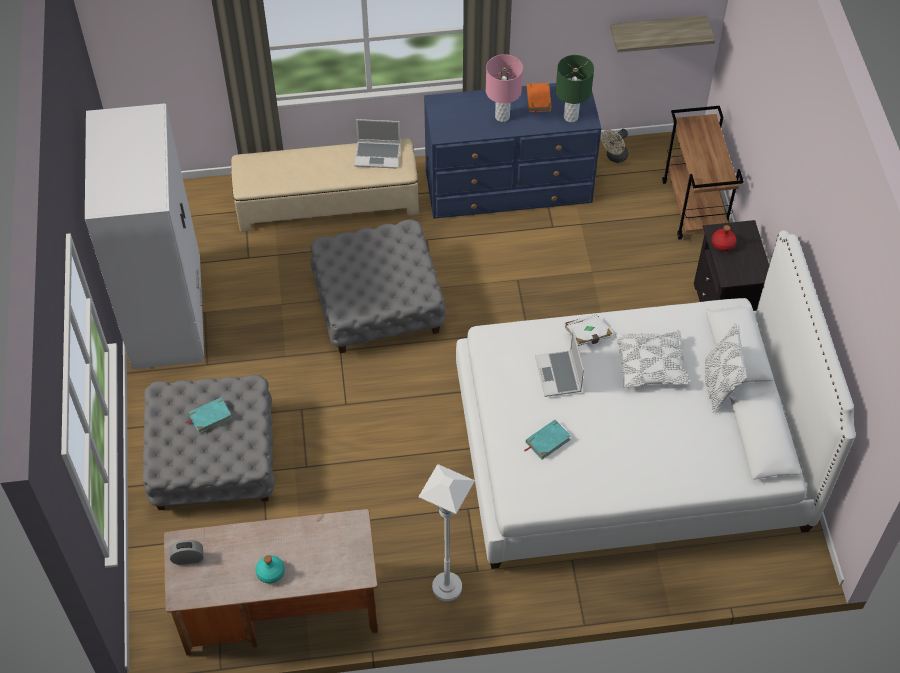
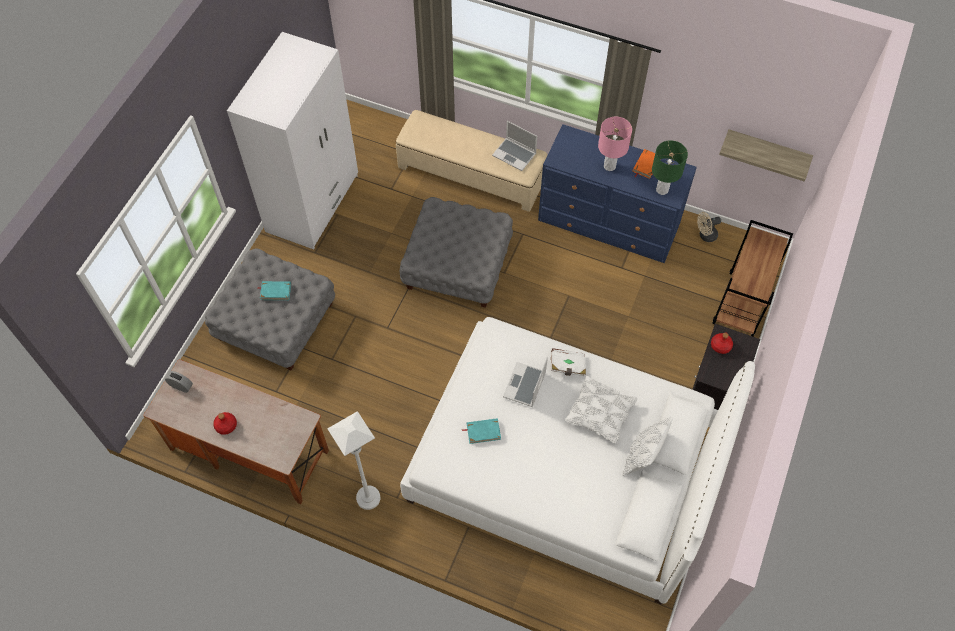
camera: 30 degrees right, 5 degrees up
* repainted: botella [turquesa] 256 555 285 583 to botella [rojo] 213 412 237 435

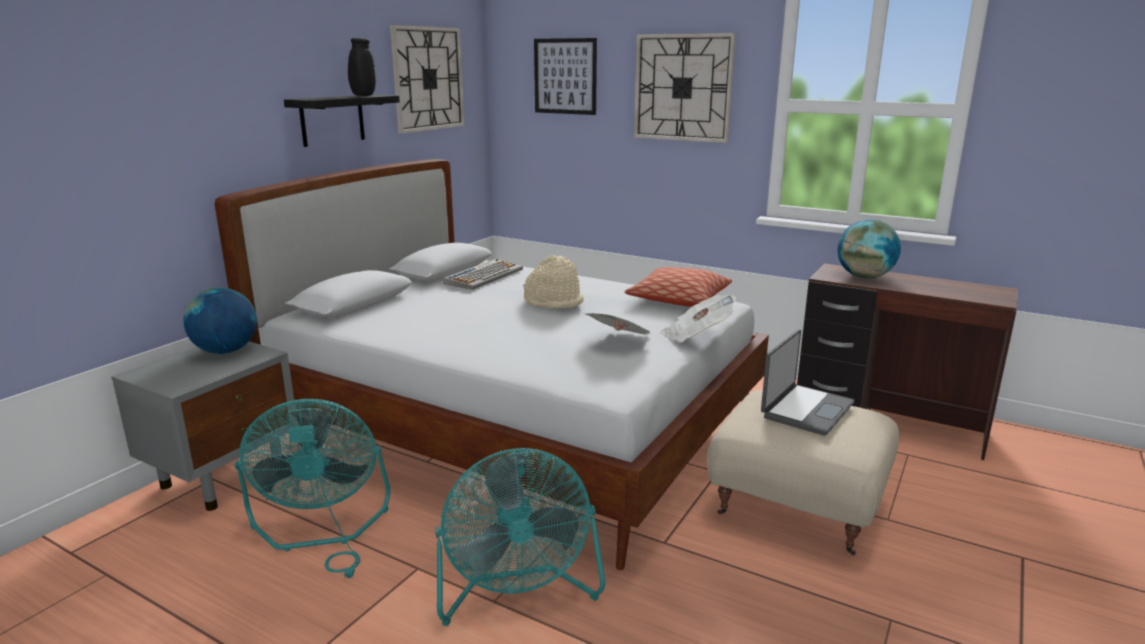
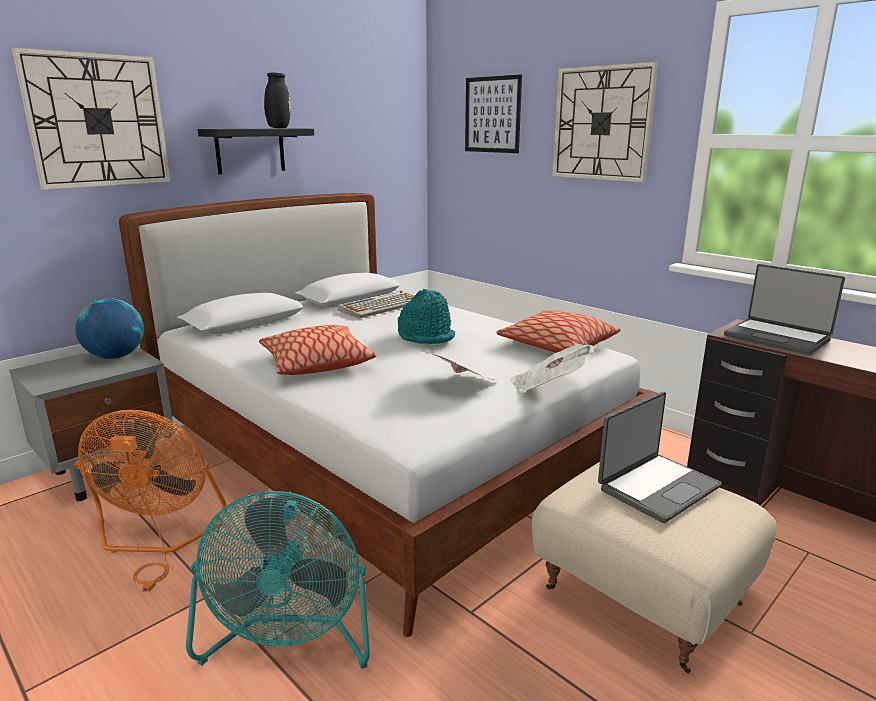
camera: 15 degrees right, 0 degrees up
* repainted: ventilador [turquesa] 235 399 390 578 to ventilador [naranja] 74 410 226 592
* shifted: reloj de pared 390 25 465 134 to 12 47 171 190
* repainted: sombrero [beis] 524 255 584 309 to sombrero [turquesa] 398 289 455 344
* swapped: globo terráqueo 837 219 901 278 to portátil 724 264 845 355
* new: cojín 259 325 376 375

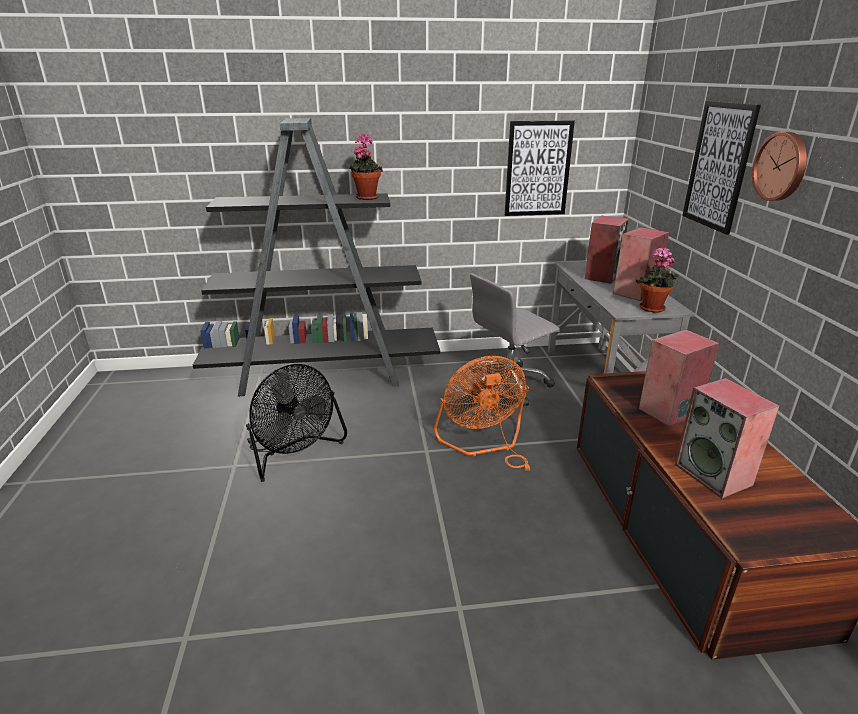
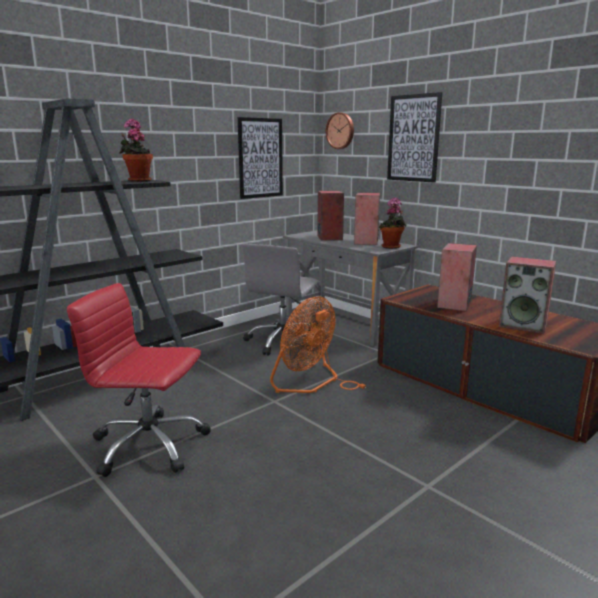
camera: 35 degrees left, 10 degrees down
* swapped: ventilador [negro] 246 364 347 482 to silla de oficina [rojo] 67 283 211 477
* shifted: reloj de pared 752 132 807 201 to 326 112 354 149

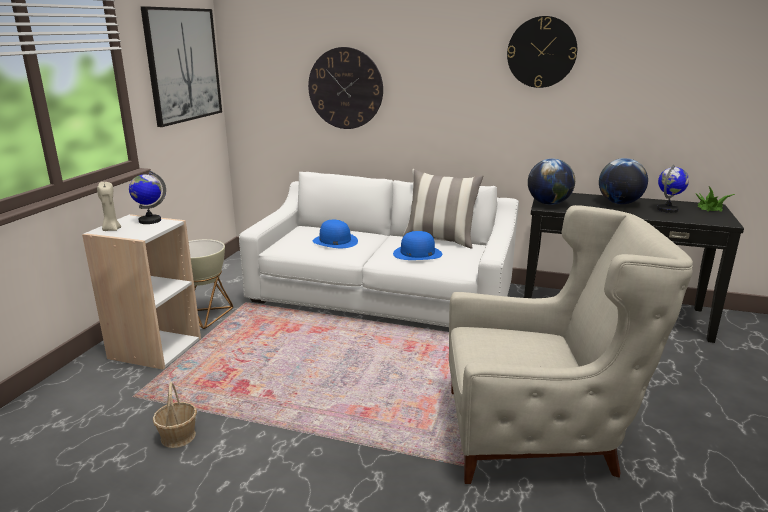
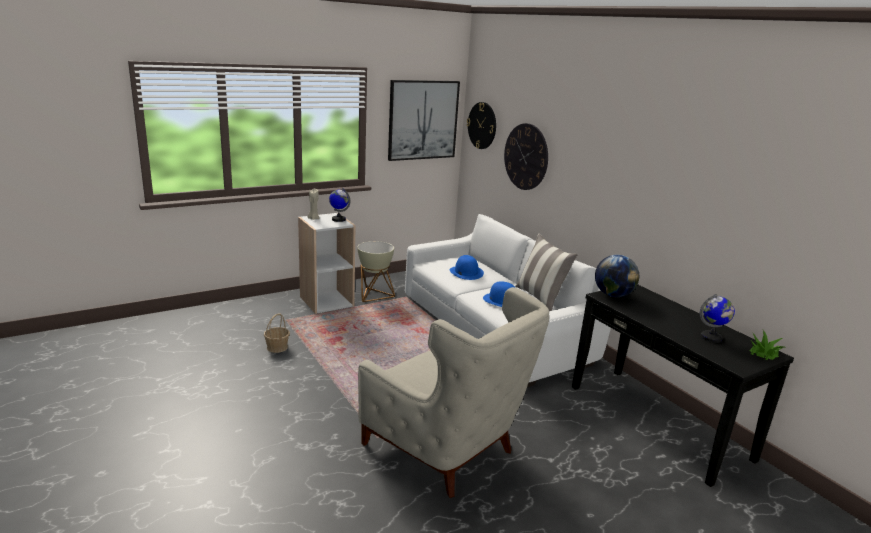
camera: 40 degrees right, 0 degrees up
* shifted: reloj de pared 507 16 577 88 to 467 102 496 149
* gone: globo terráqueo 599 158 648 204

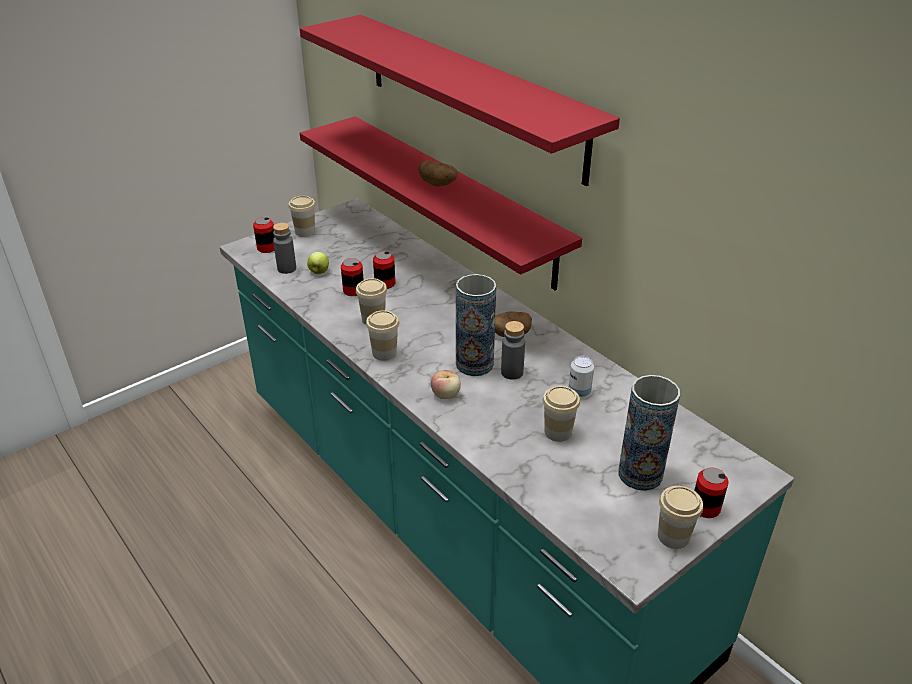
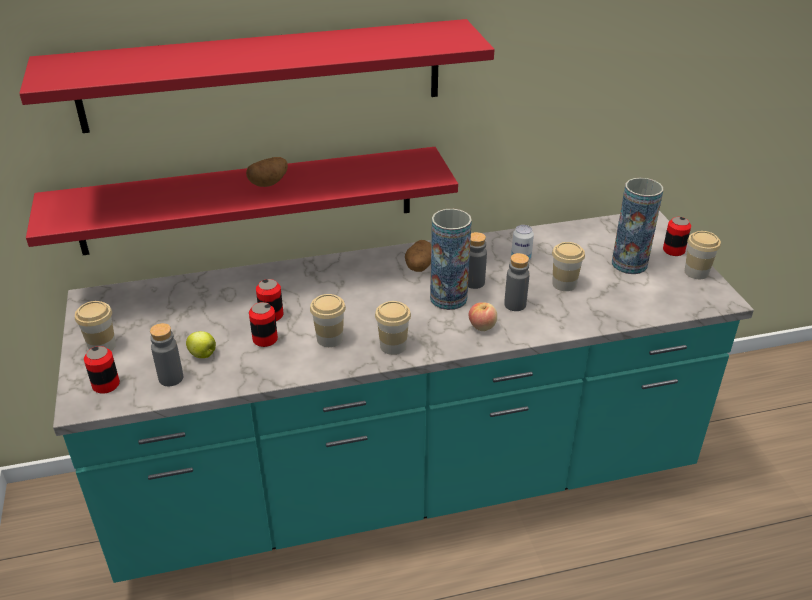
camera: 65 degrees left, 0 degrees up
* new: botella [gris] 504 253 530 311

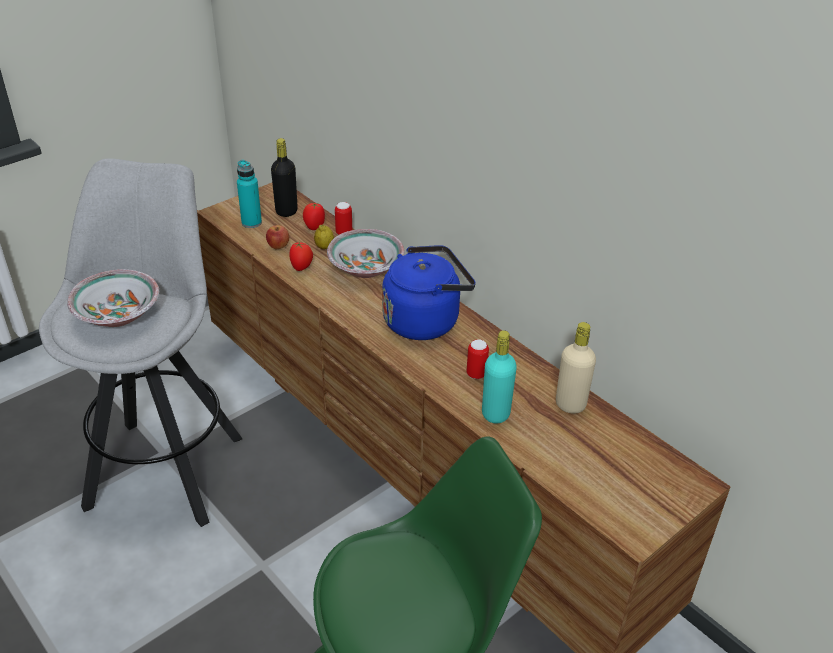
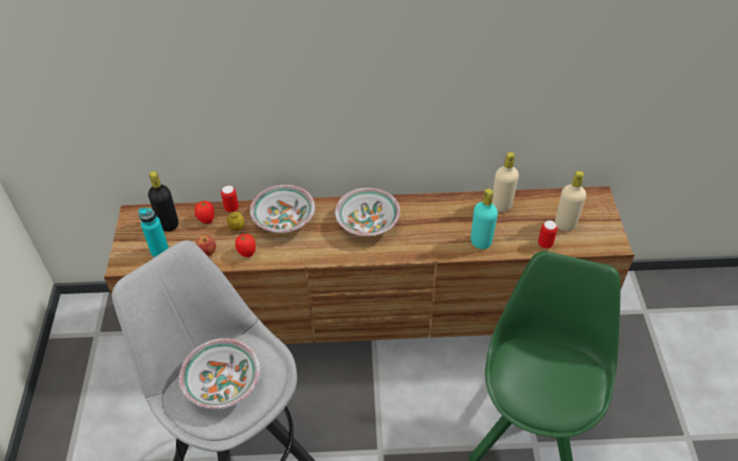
camera: 50 degrees left, 10 degrees up
* swapped: hervidor [azul] 382 245 476 340 to cuenco 335 188 400 236
* shifted: lata 467 339 489 379 to 538 220 558 249
* new: botella [beis] 555 171 586 231

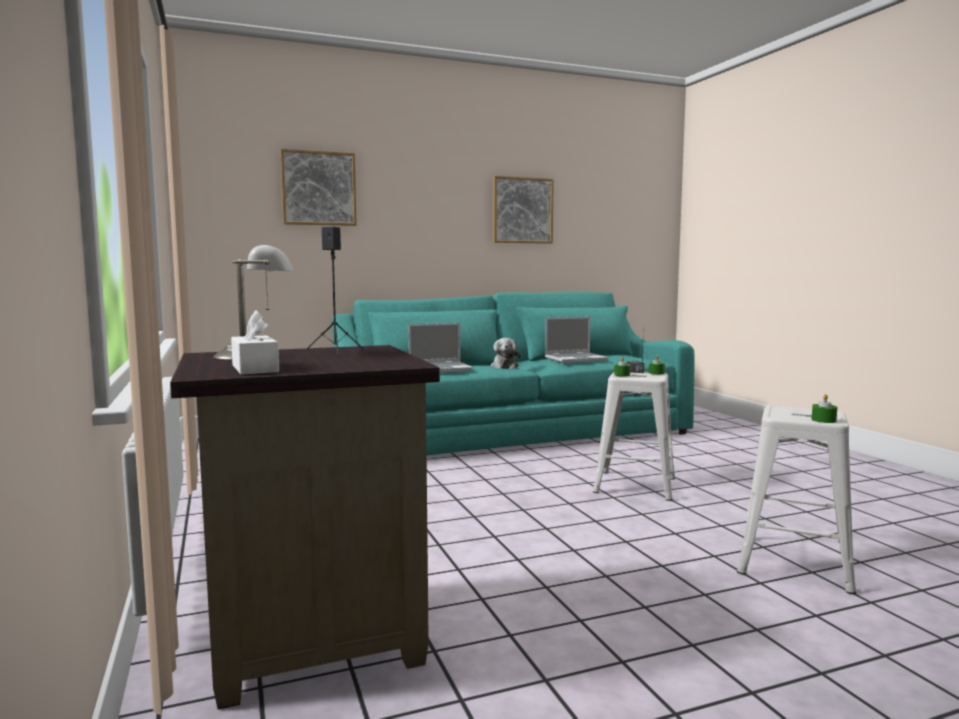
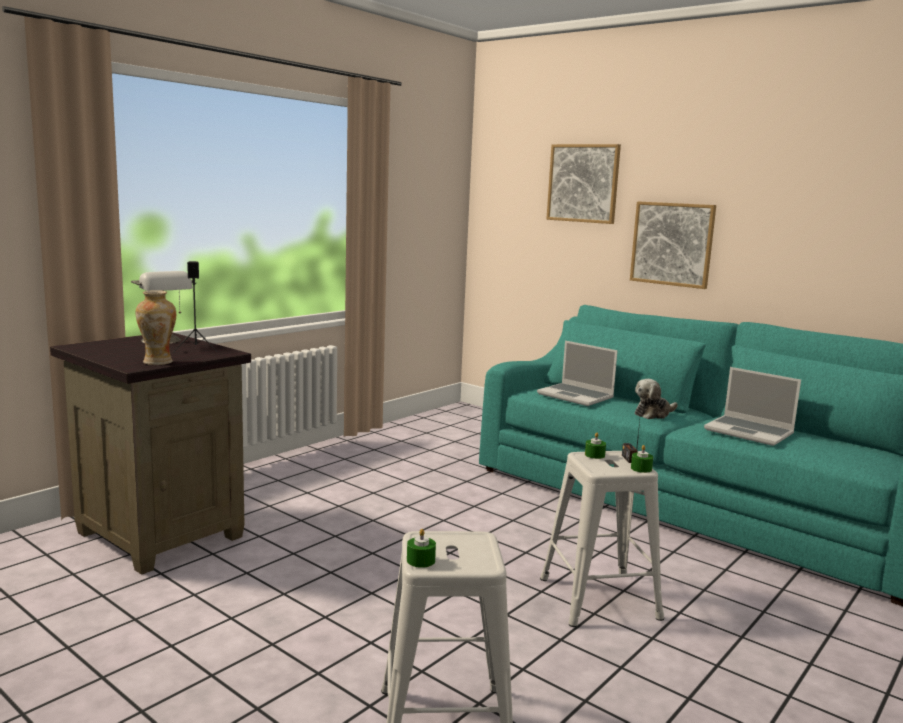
camera: 60 degrees right, 5 degrees up
* gone: caja de pañuelos [blanco] 231 310 279 375
* shifted: cuadro 493 176 554 244 to 630 201 716 289
* new: florero 135 290 176 365

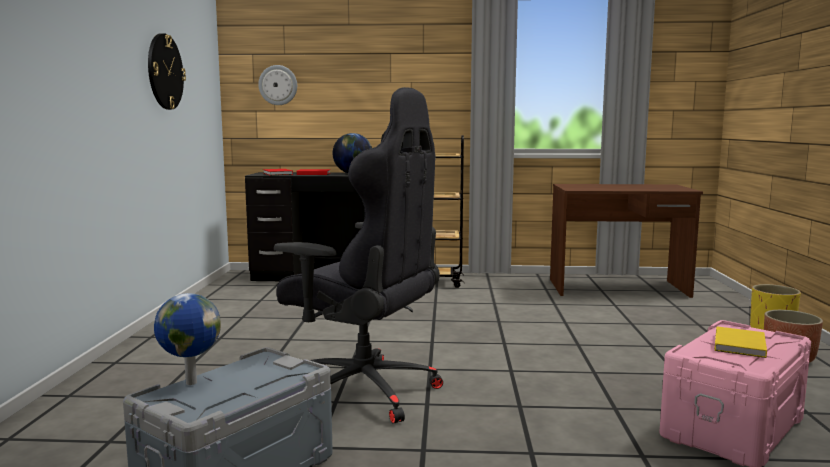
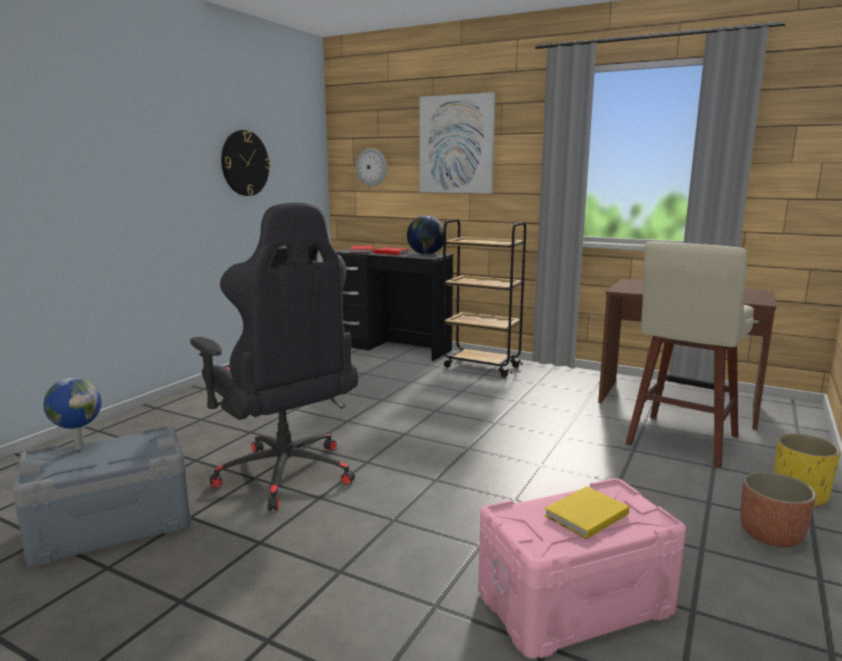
camera: 25 degrees right, 5 degrees up
* new: cuadro 419 92 495 194
* new: taburete [beis] 626 242 754 469

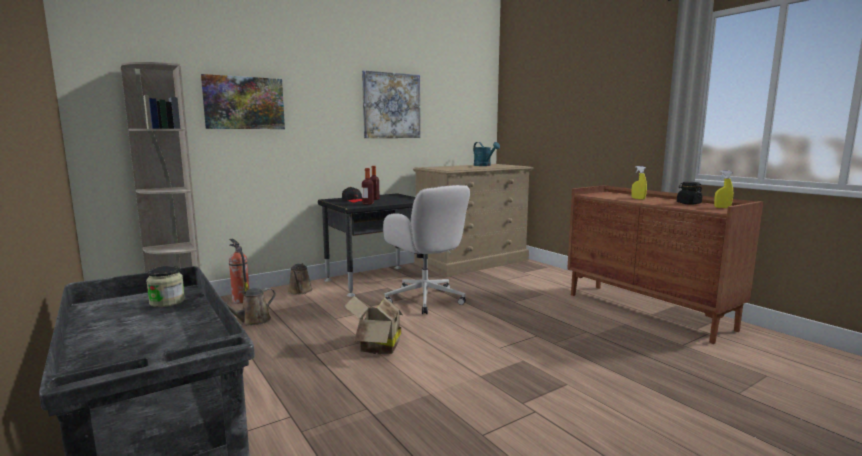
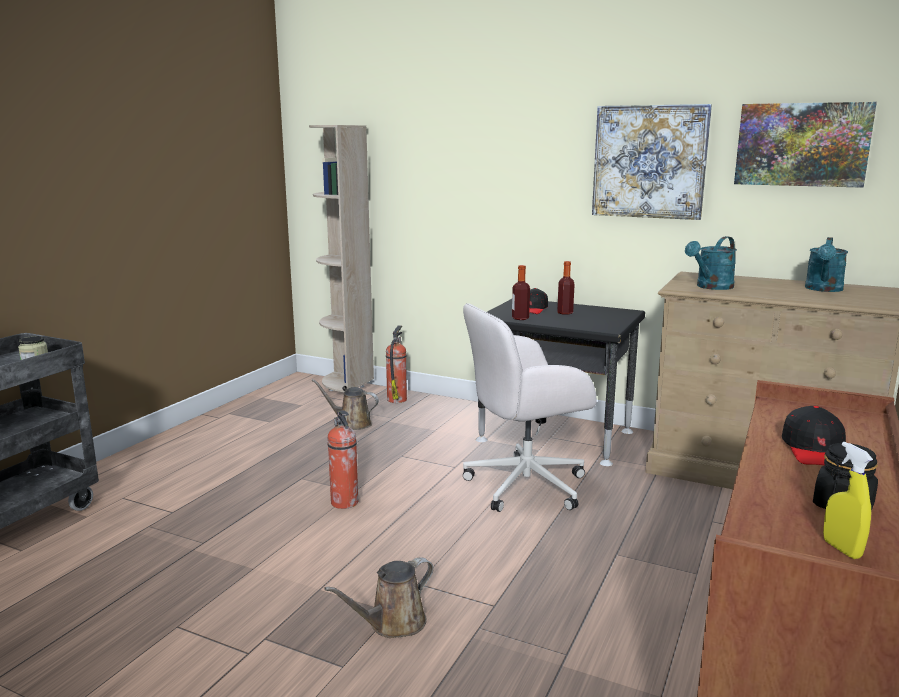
camera: 60 degrees right, 5 degrees up
* shifted: cuadro 201 74 285 129 to 734 102 877 188
* shifted: regadera [marrón] 288 263 313 295 to 324 557 434 638
* swapped: caja de cartón 344 296 403 354 to extintor 327 410 358 509
* rotated: silla de oficina [blanco] 383 185 470 314 = 463 303 597 512 45 degrees clockwise
* swapped: pulverizador [amarillo] 631 166 647 200 to gorra [negro] 782 406 846 465
* new: regadera [turquesa] 685 236 737 290

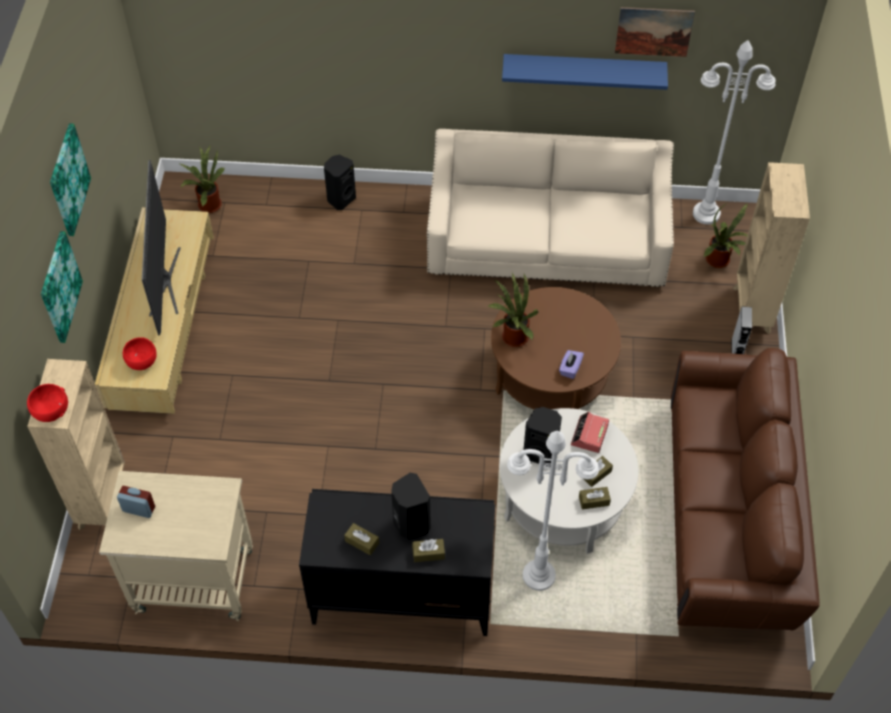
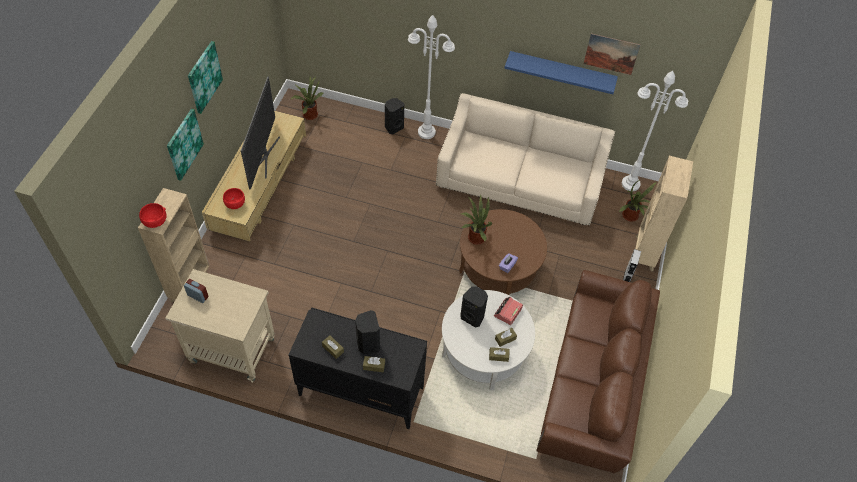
camera: 10 degrees right, 0 degrees up
* shifted: lámpara de pie [blanco] 507 431 599 591 to 408 15 455 139

